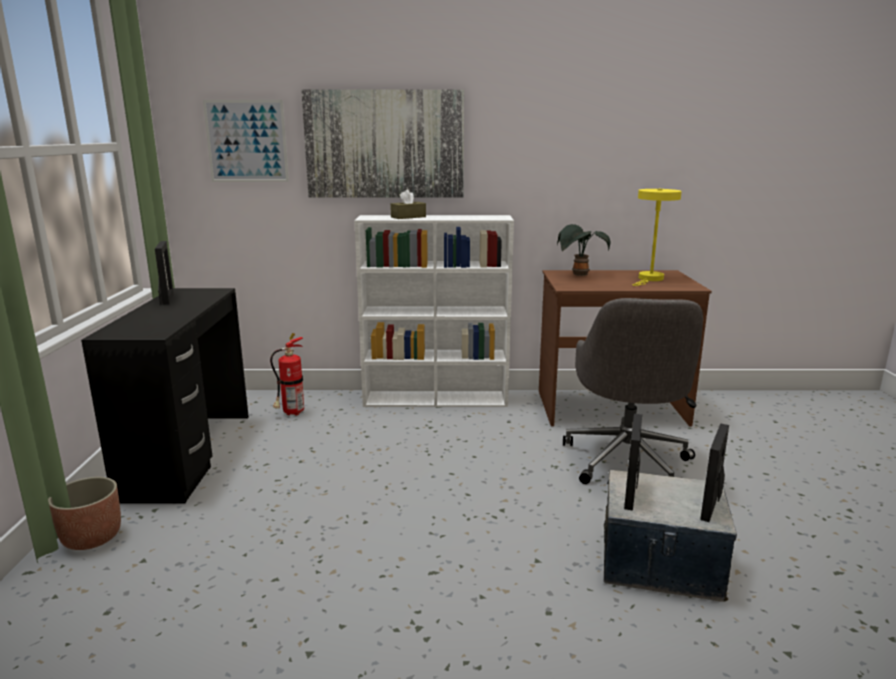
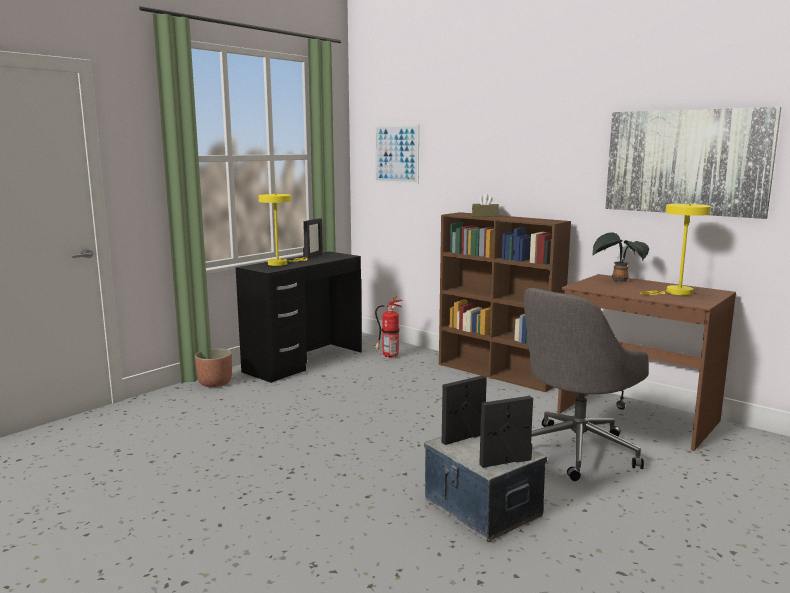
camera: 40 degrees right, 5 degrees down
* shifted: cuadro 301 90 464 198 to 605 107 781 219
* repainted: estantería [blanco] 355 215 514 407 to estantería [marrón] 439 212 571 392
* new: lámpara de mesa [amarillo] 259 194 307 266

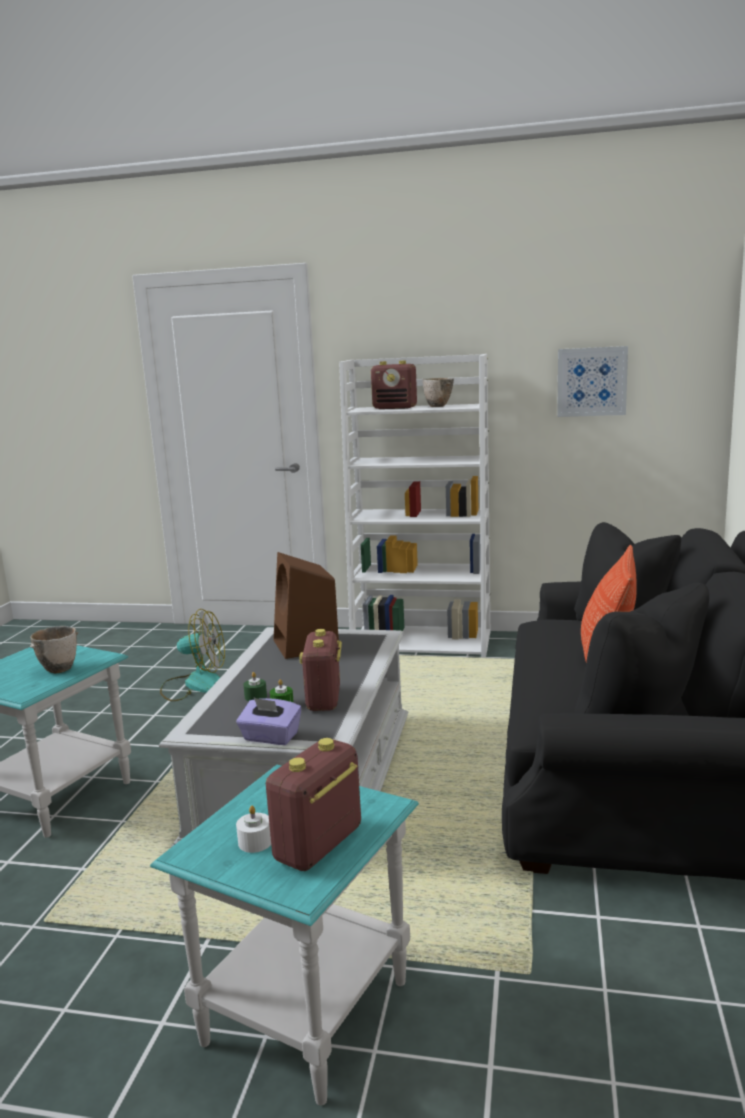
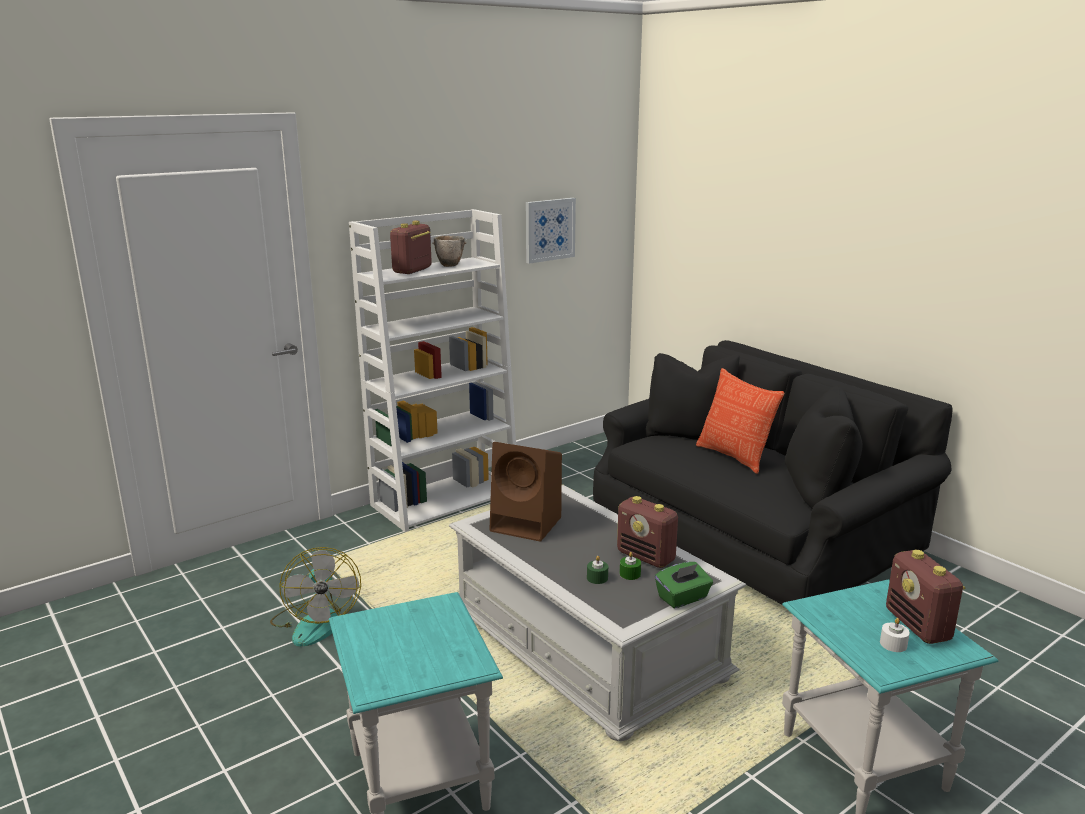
camera: 50 degrees left, 5 degrees up
* gone: cuenco 30 626 78 674
* rotated: ventilador 160 609 225 701 = 270 547 361 647 120 degrees clockwise
* repainted: caja de pañuelos [morado] 236 697 302 745 to caja de pañuelos [verde] 655 562 713 608
* rotated: radio 371 361 417 409 = 390 221 432 274 150 degrees clockwise

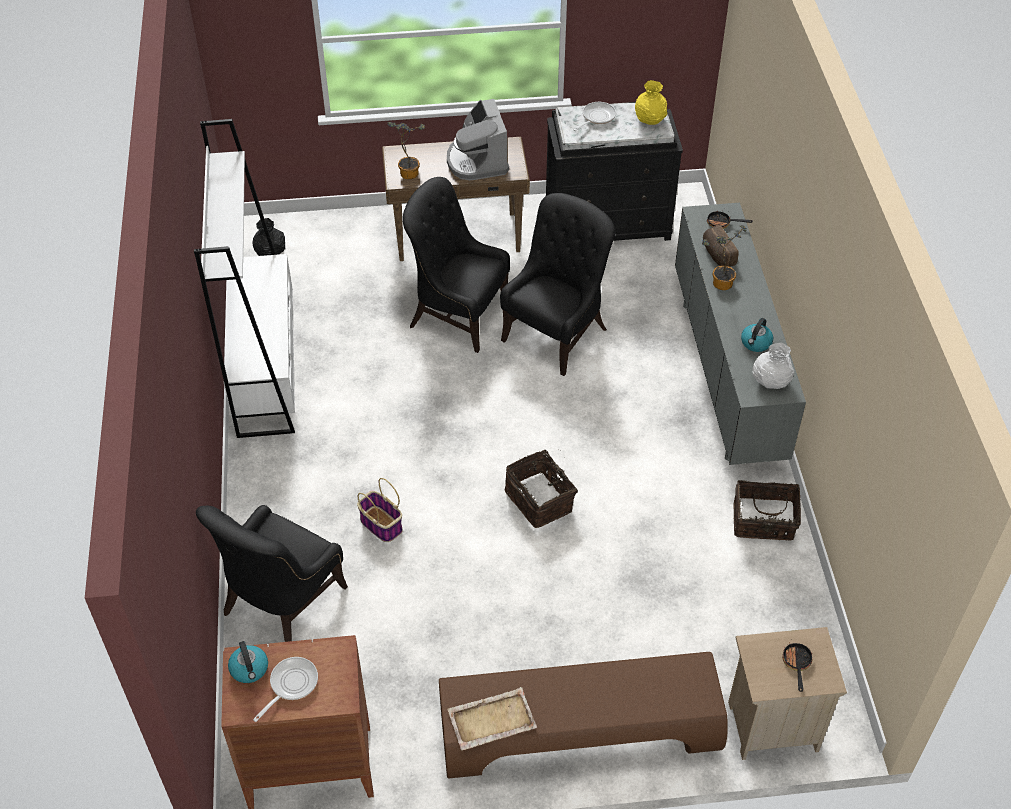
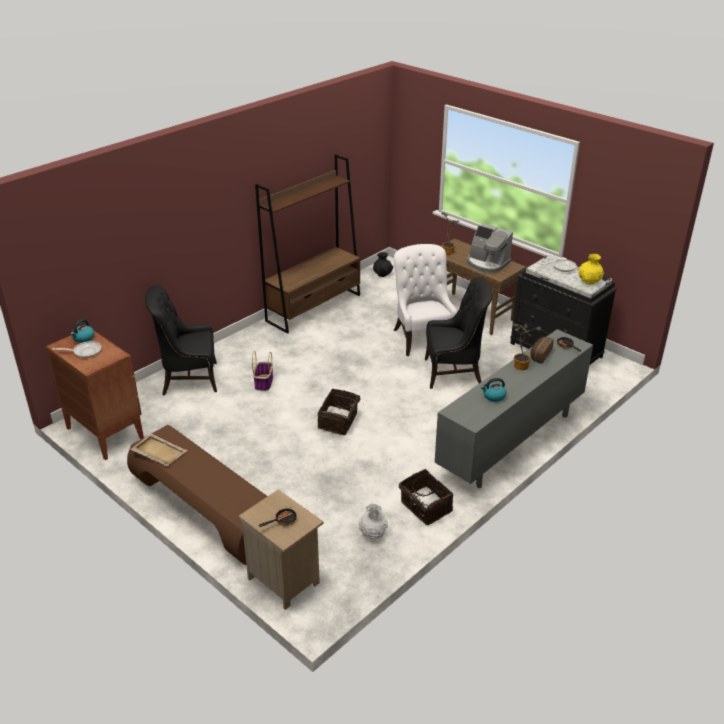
camera: 50 degrees right, 15 degrees down
* repainted: estantería [blanco] 194 119 295 438 to estantería [marrón] 255 154 360 334
* repainted: silla [negro] 403 177 510 353 to silla [blanco] 394 244 457 356
* rotated: cafetera 447 99 509 180 = 467 223 513 273 90 degrees counterclockwise
* shifted: florero [blanco] 752 342 795 389 to 359 504 388 539

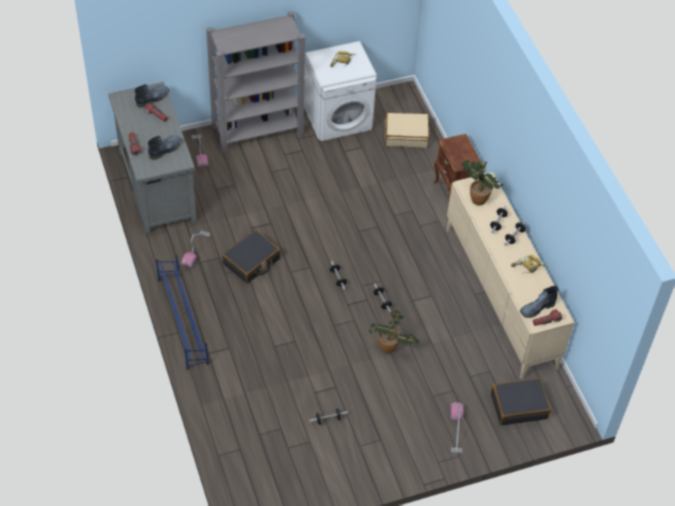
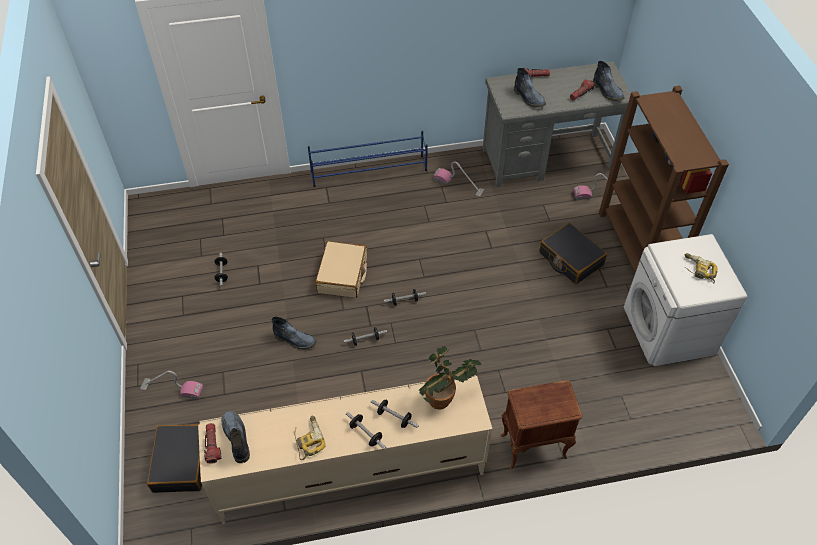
camera: 100 degrees right, 0 degrees up
* repainted: estantería [gris] 206 11 305 153 to estantería [marrón] 599 86 729 273
* shifted: maleta [negro] 222 230 280 284 to 539 223 607 285
* swapped: planta en maceta 369 310 419 353 to bota 271 317 317 350
* shifted: maleta [beis] 385 113 429 148 to 315 241 367 298

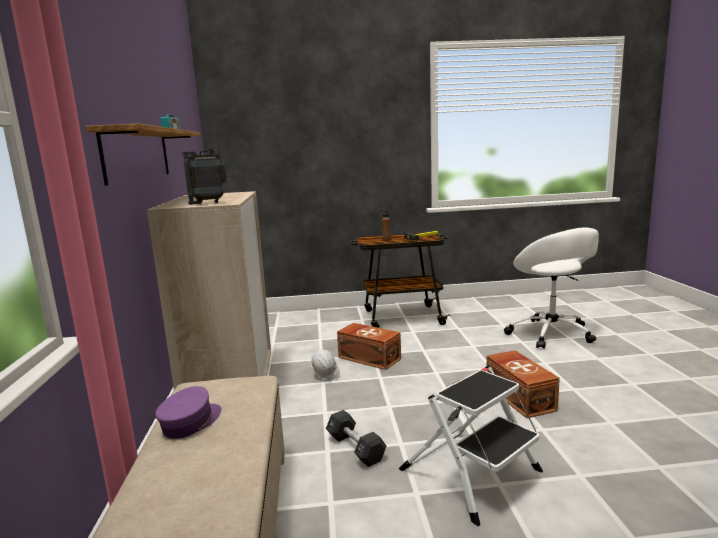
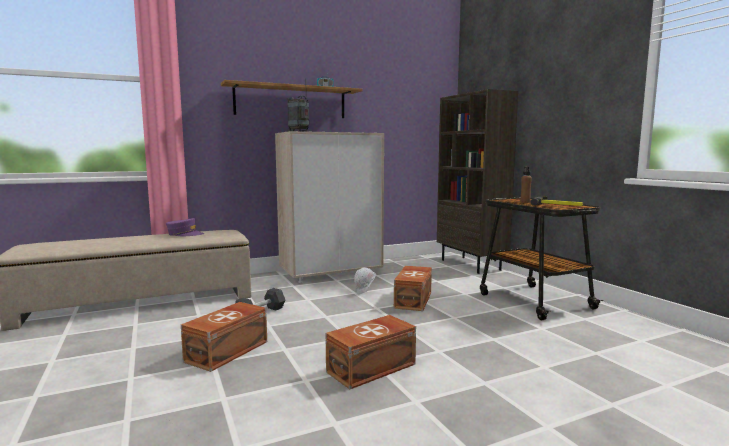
camera: 70 degrees right, 5 degrees down
* swapped: escalera de tijera 399 365 543 526 to caja de almacenaje [marrón] 181 302 267 372
* gone: silla de oficina [blanco] 504 228 599 348
* new: estantería [marrón] 437 89 518 274

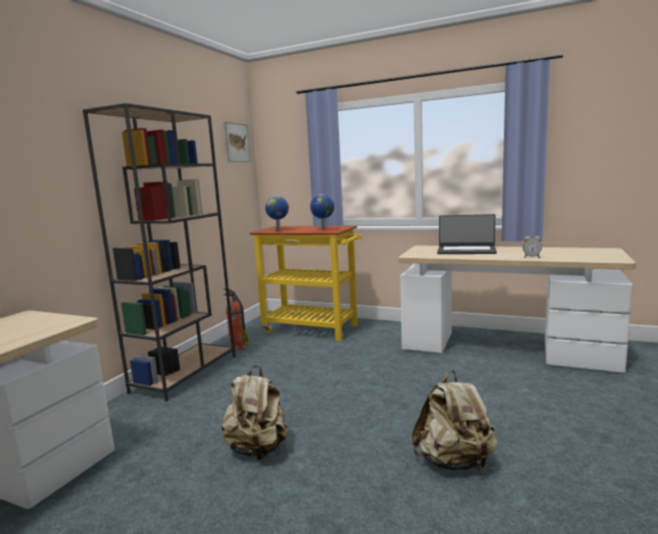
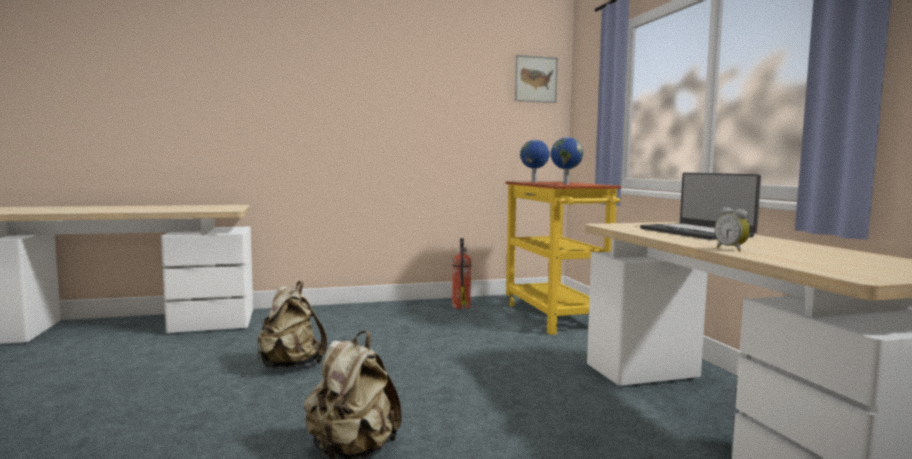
camera: 50 degrees right, 5 degrees down
* gone: estantería 83 103 235 402

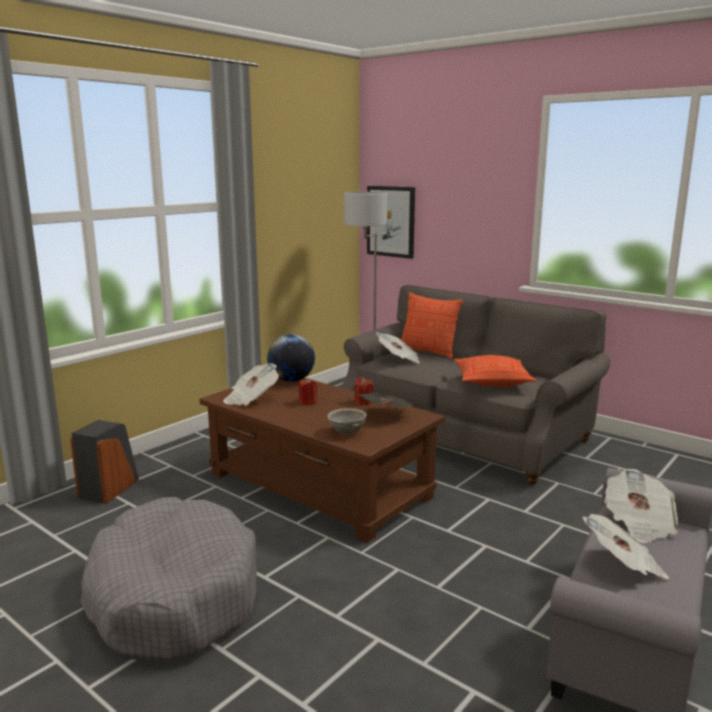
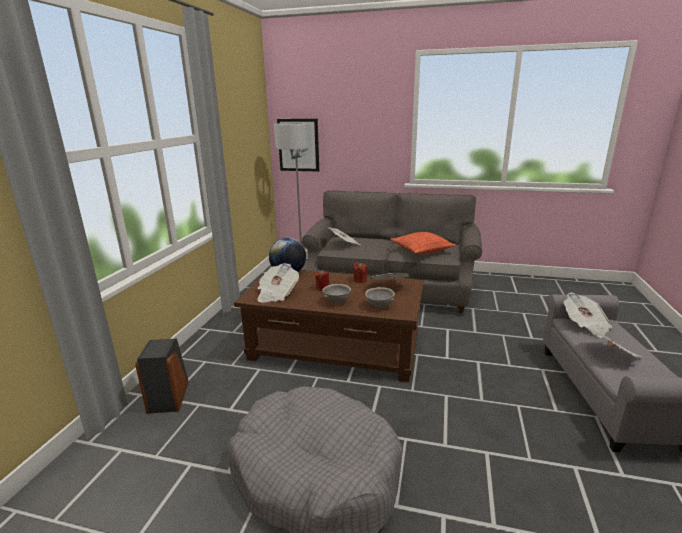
camera: 25 degrees left, 5 degrees up
* gone: cojín [naranja] 401 292 463 359
* new: cuenco [gris] 322 284 351 303

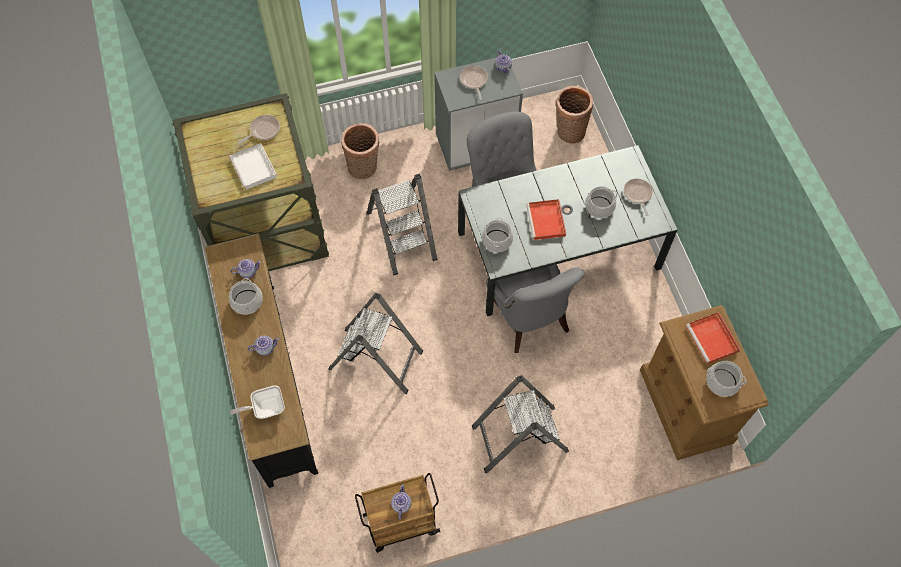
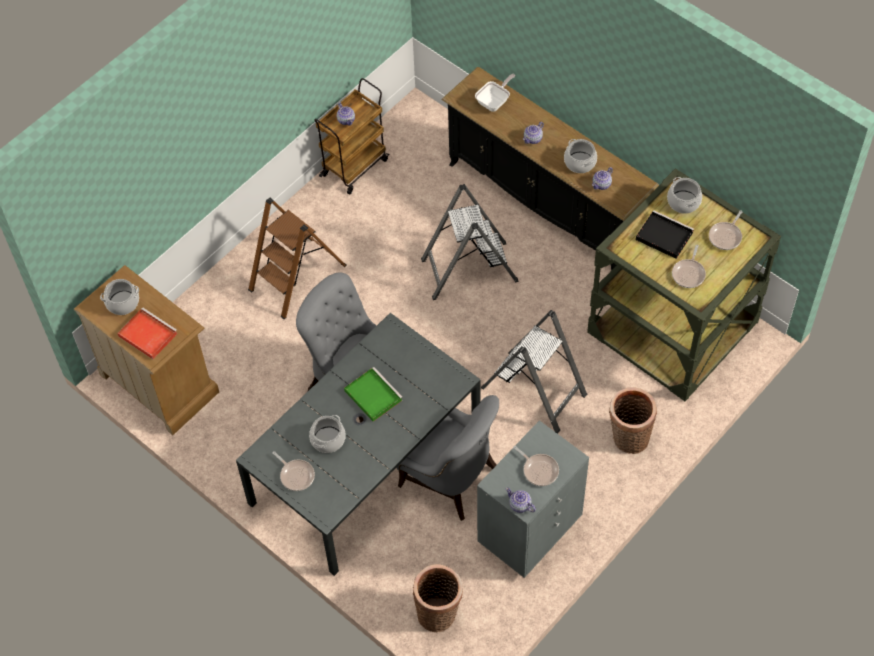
camera: 150 degrees right, 5 degrees down
* repainted: bandeja [blanco] 229 143 277 190 to bandeja [negro] 636 210 693 259
* repainted: escalera de tijera [gris] 472 375 569 473 to escalera de tijera [marrón] 248 197 347 319
* shifted: olla 482 218 513 252 to 667 177 702 214
* repainted: bandeja [rojo] 526 199 566 240 to bandeja [verde] 344 367 403 422
* new: sartén 709 211 742 250

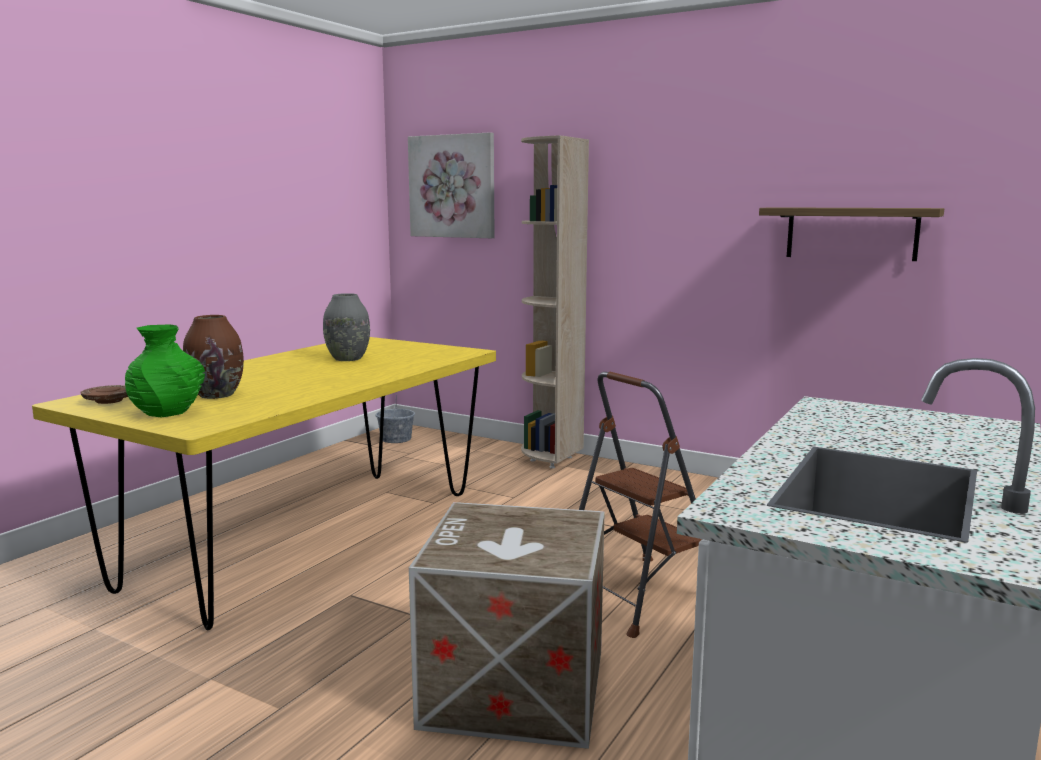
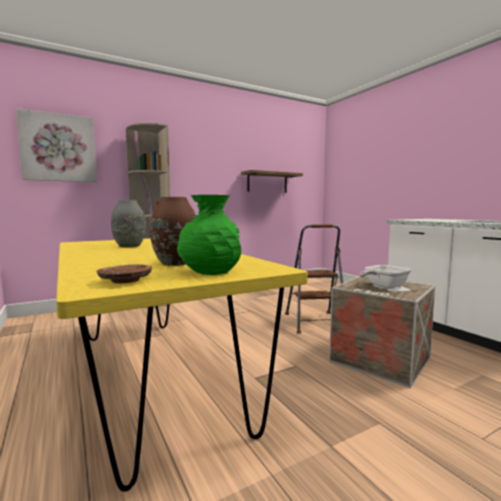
camera: 60 degrees left, 5 degrees down
* gone: cubo [gris] 375 393 415 443
* new: sartén 360 265 412 289

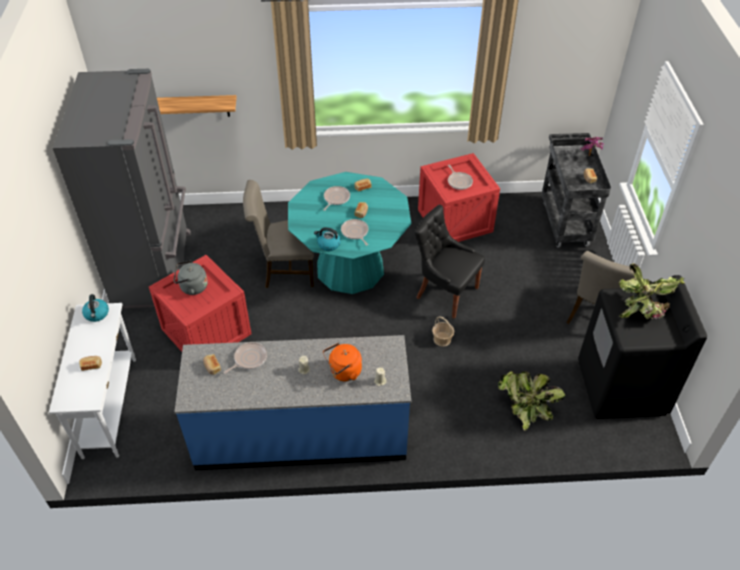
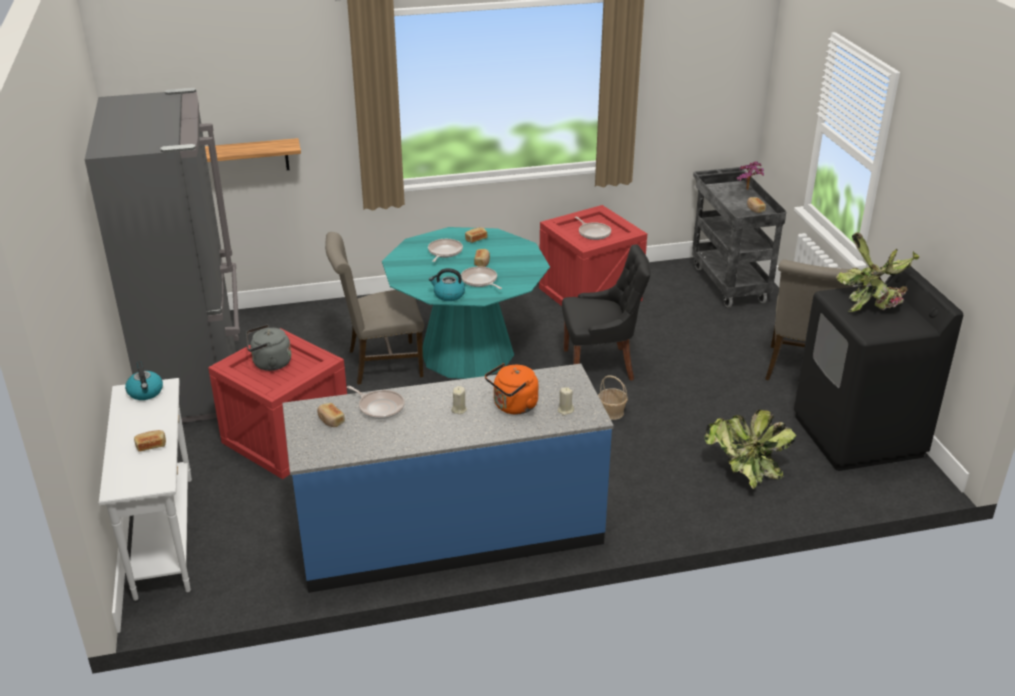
camera: 10 degrees left, 15 degrees down
* rotated: sartén 223 342 267 374 = 347 386 405 419 90 degrees clockwise
* rotated: silla [negro] 415 205 485 319 = 562 245 651 381 150 degrees clockwise

